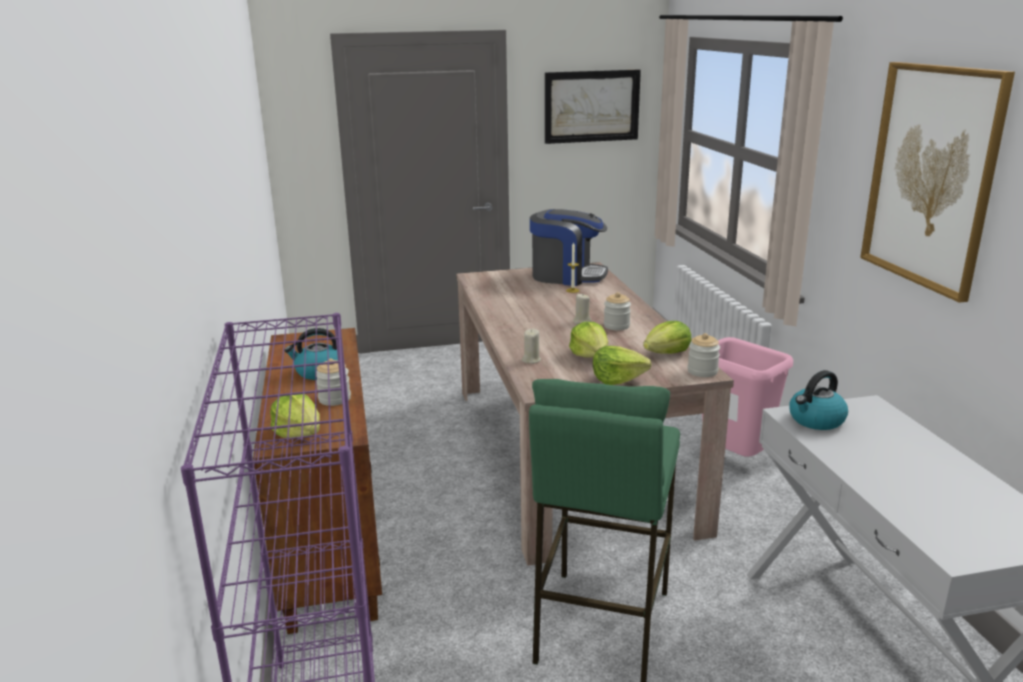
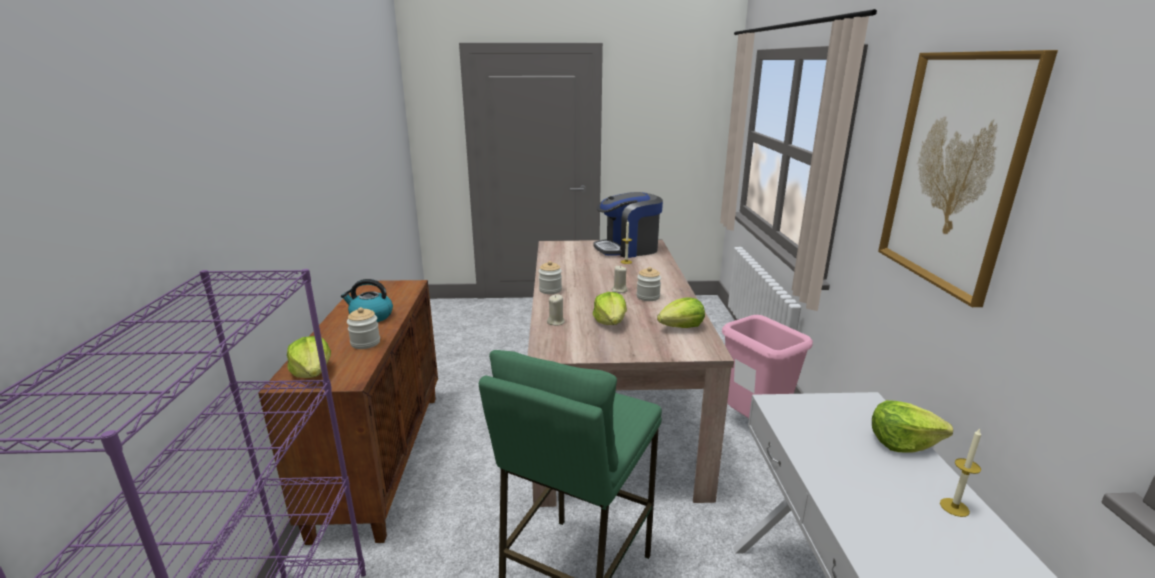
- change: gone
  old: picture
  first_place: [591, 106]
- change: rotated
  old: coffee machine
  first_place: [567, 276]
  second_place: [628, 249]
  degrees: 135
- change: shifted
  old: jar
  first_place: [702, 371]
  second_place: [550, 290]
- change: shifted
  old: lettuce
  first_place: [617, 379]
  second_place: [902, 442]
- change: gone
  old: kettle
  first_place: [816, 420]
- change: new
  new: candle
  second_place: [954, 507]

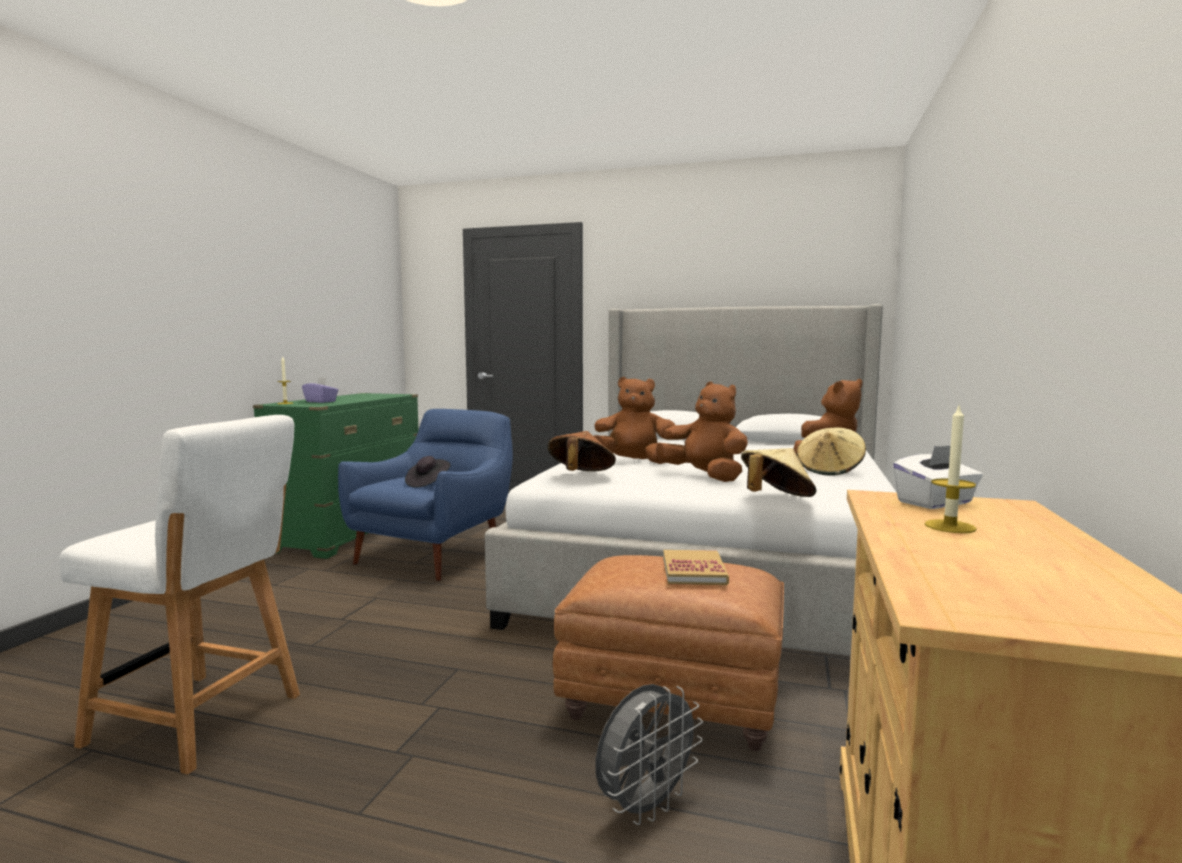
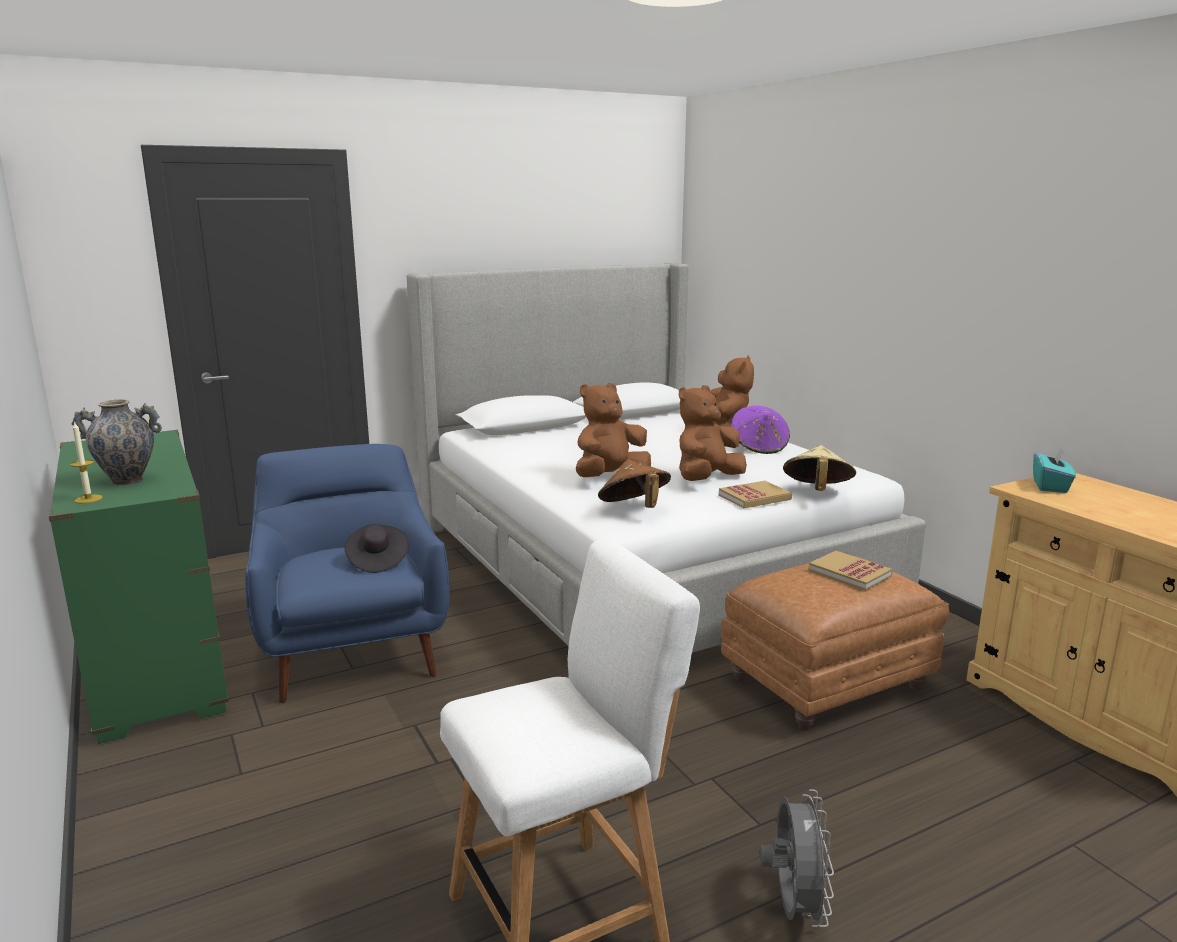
- change: swapped
  old: purple tissue box
  new: vase
  first_place: [321, 401]
  second_place: [127, 481]
- change: rotated
  old: brown plush toy
  first_place: [704, 477]
  second_place: [707, 479]
  degrees: -45
- change: gone
  old: candle
  first_place: [950, 526]
- change: repainted
  old: beige hat
  new: purple hat
  first_place: [830, 471]
  second_place: [759, 447]
- change: repainted
  old: white tissue box
  new: turquoise tissue box
  first_place: [935, 503]
  second_place: [1050, 486]
- change: shifted
  old: grey fan
  first_place: [645, 806]
  second_place: [793, 907]
- change: new
  new: book
  second_place: [754, 497]

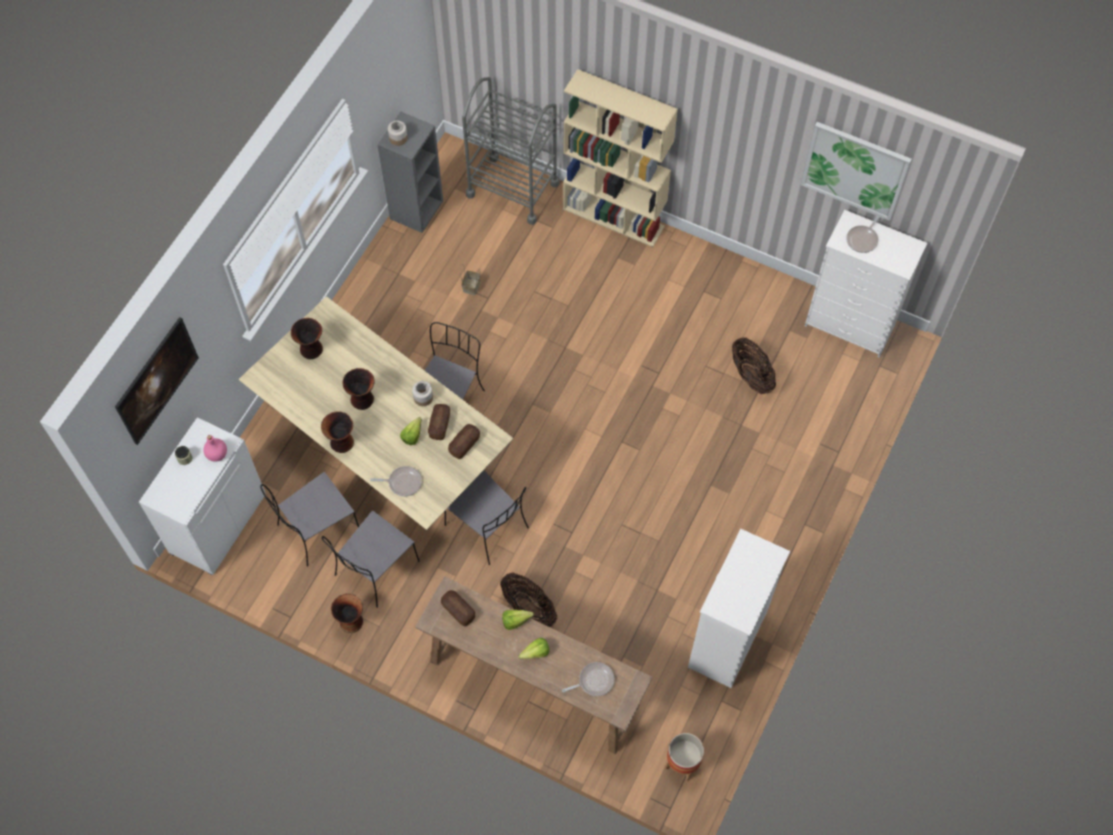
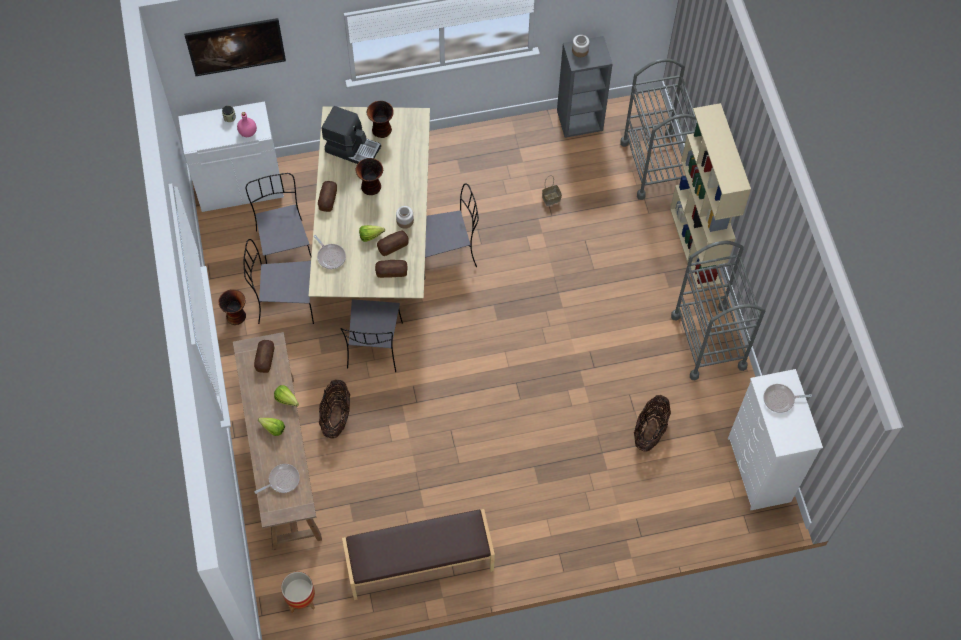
- change: gone
  old: picture
  first_place: [855, 170]
- change: swapped
  old: vase
  new: bread
  first_place: [341, 443]
  second_place: [328, 199]
- change: rotated
  old: grey chair
  first_place: [317, 529]
  second_place: [284, 246]
  degrees: 60
- change: swapped
  old: white dresser
  new: brown bench
  first_place: [726, 640]
  second_place: [419, 563]
- change: rotated
  old: frying pan
  first_place: [594, 681]
  second_place: [282, 480]
  degrees: -60
- change: new
  new: coffee machine
  second_place: [352, 148]
- change: new
  new: grey cart
  second_place: [708, 341]

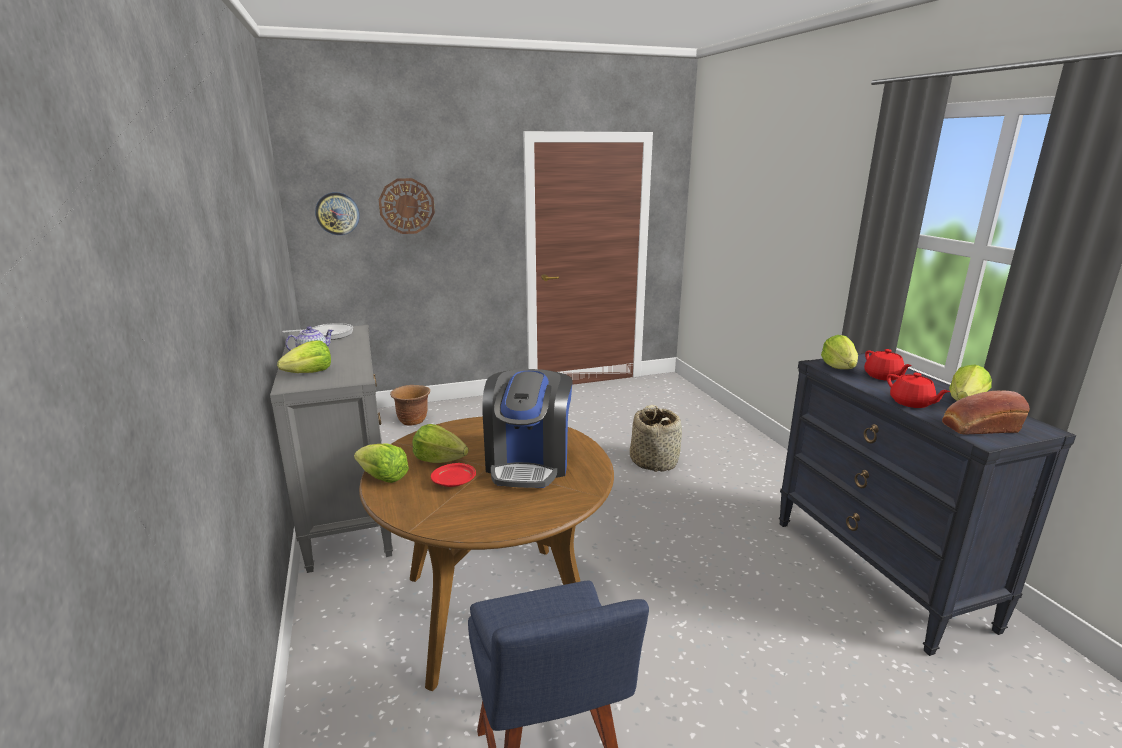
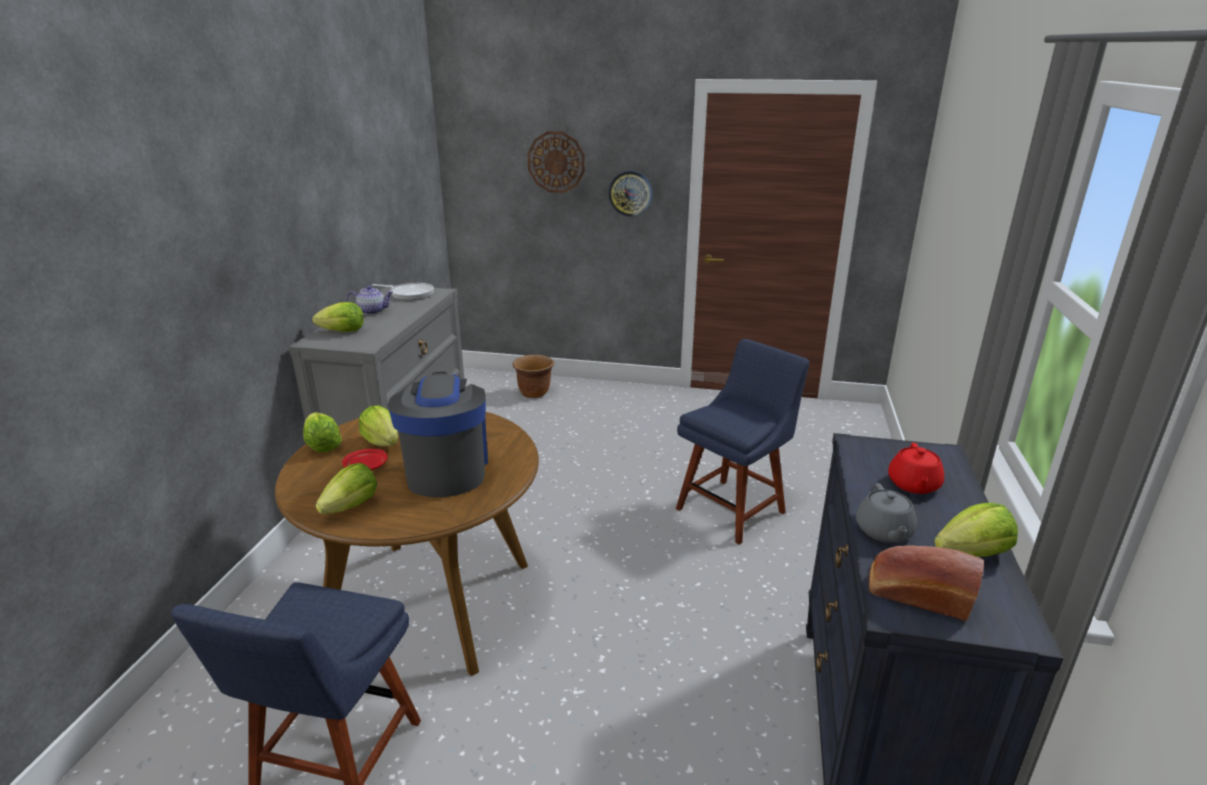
- change: shifted
  old: wall clock
  first_place: [337, 213]
  second_place: [630, 193]
- change: shifted
  old: lettuce
  first_place: [839, 368]
  second_place: [351, 506]
- change: rotated
  old: coffee machine
  first_place: [528, 463]
  second_place: [446, 469]
  degrees: 135
- change: repainted
  old: red teapot
  new: grey teapot
  first_place: [911, 403]
  second_place: [883, 531]
- change: swapped
  old: basket
  new: blue chair
  first_place: [654, 461]
  second_place: [734, 508]

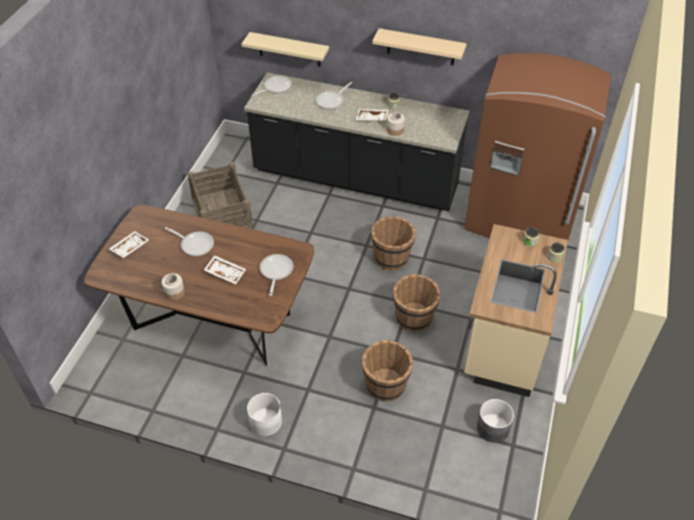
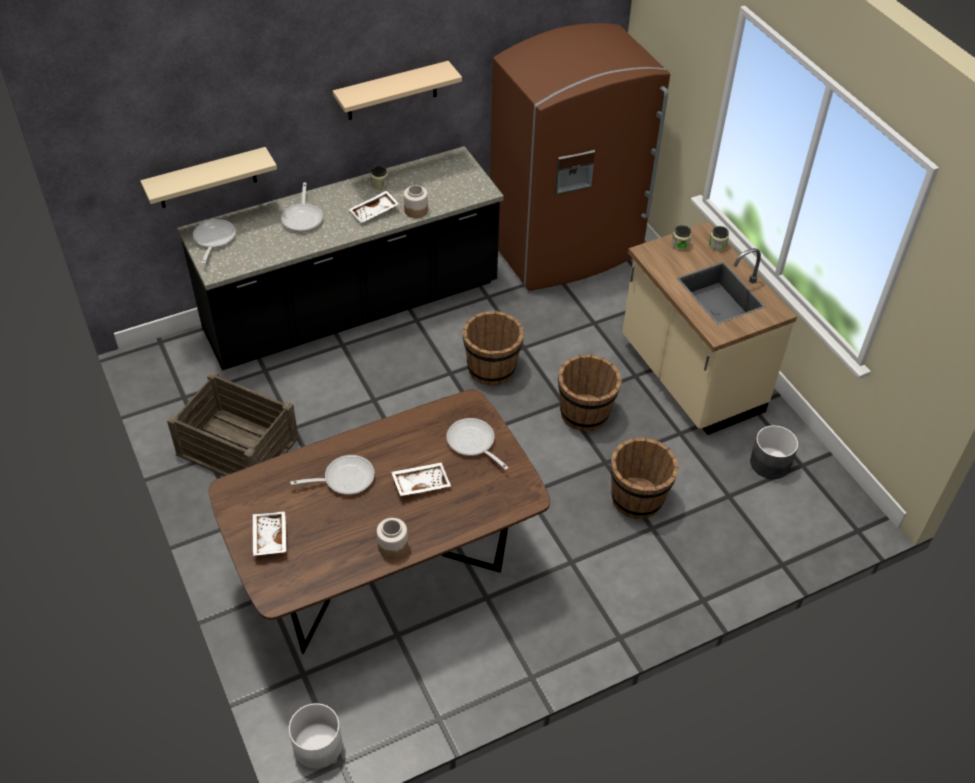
- change: shifted
  old: white planter
  first_place: [266, 422]
  second_place: [318, 745]

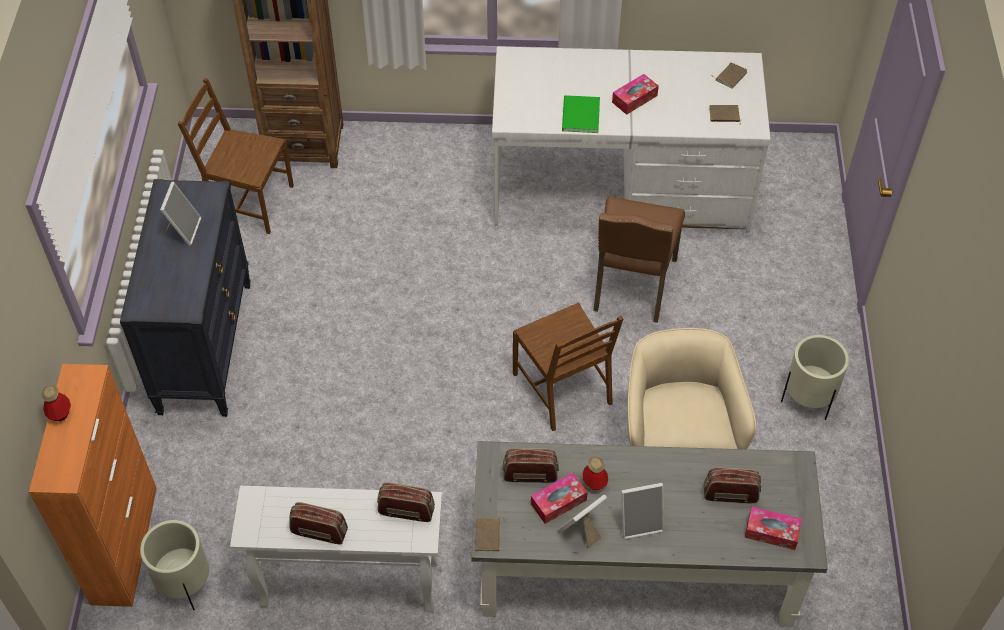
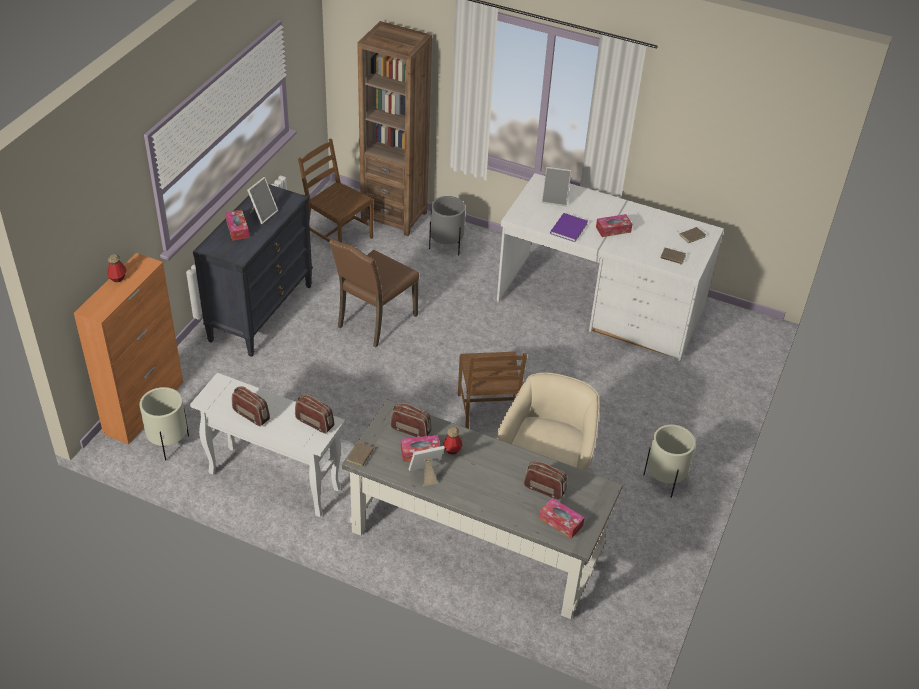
- change: repainted
  old: green book
  new: purple book
  first_place: [579, 116]
  second_place: [567, 229]
- change: shifted
  old: brown chair
  first_place: [632, 286]
  second_place: [374, 321]
- change: shifted
  old: picture frame
  first_place: [640, 522]
  second_place: [555, 199]
- change: new
  new: grey planter
  second_place: [446, 246]
- change: new
  new: tissue box
  second_place: [237, 229]

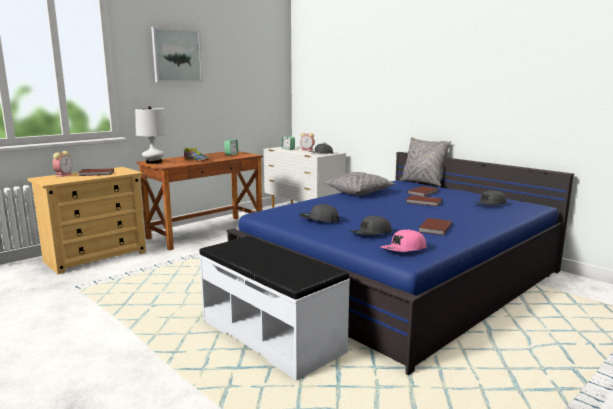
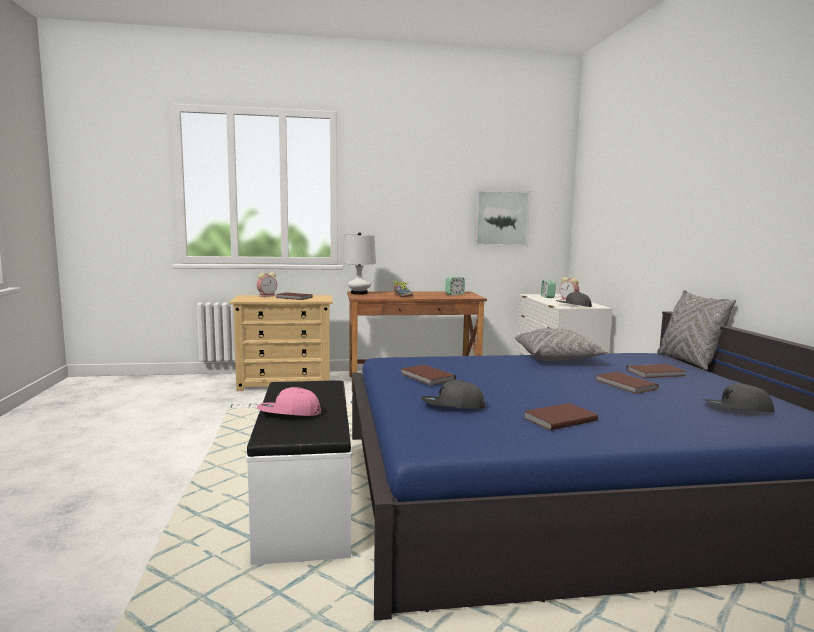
- change: shifted
  old: picture
  first_place: [177, 55]
  second_place: [501, 218]
- change: swapped
  old: grey cap
  new: brown book
  first_place: [319, 220]
  second_place: [427, 377]
- change: shifted
  old: pink cap
  first_place: [404, 250]
  second_place: [289, 413]

